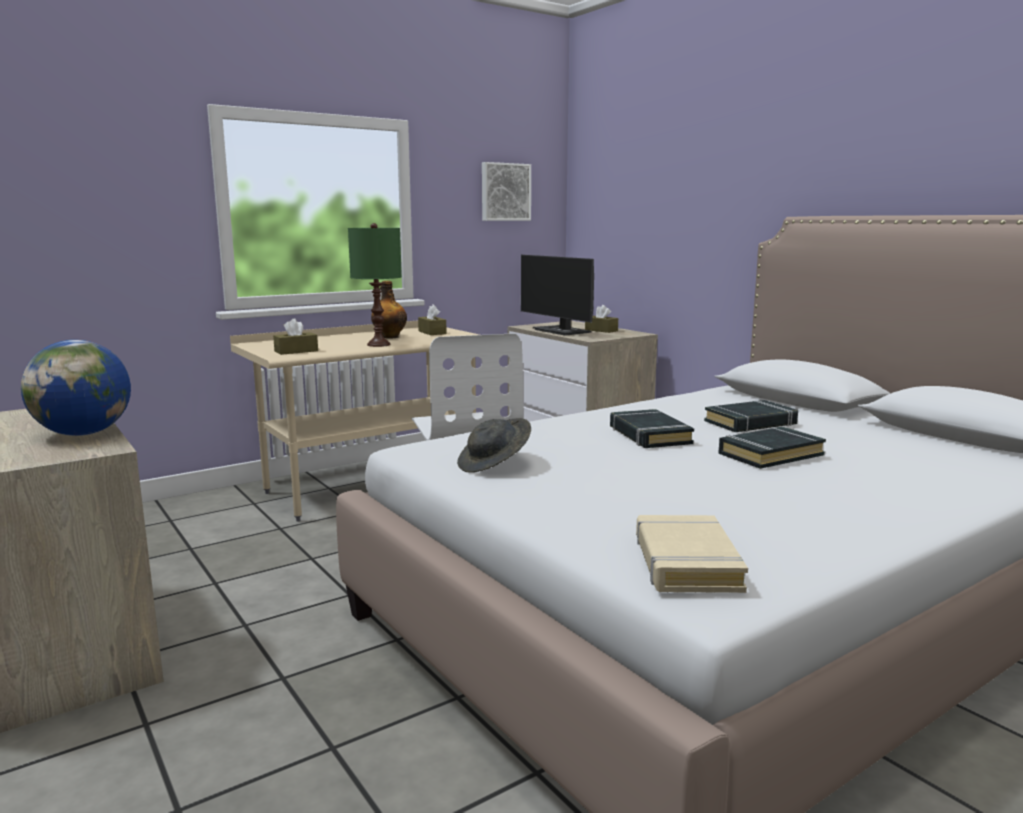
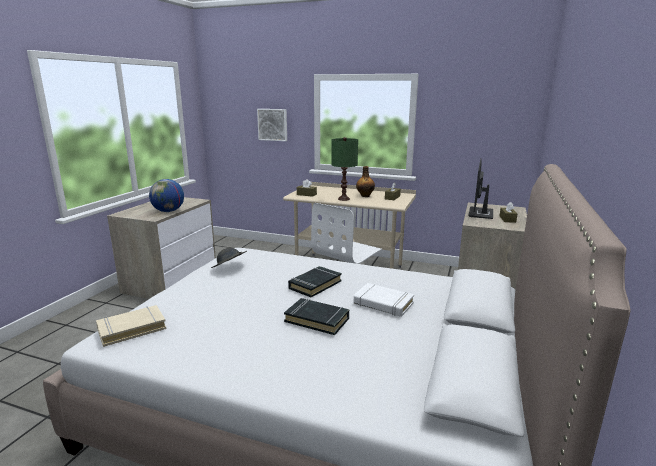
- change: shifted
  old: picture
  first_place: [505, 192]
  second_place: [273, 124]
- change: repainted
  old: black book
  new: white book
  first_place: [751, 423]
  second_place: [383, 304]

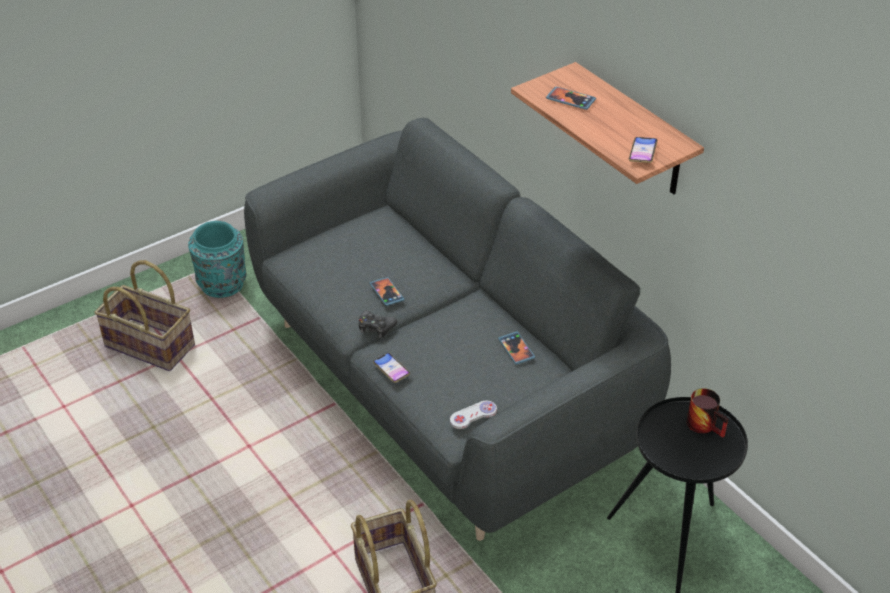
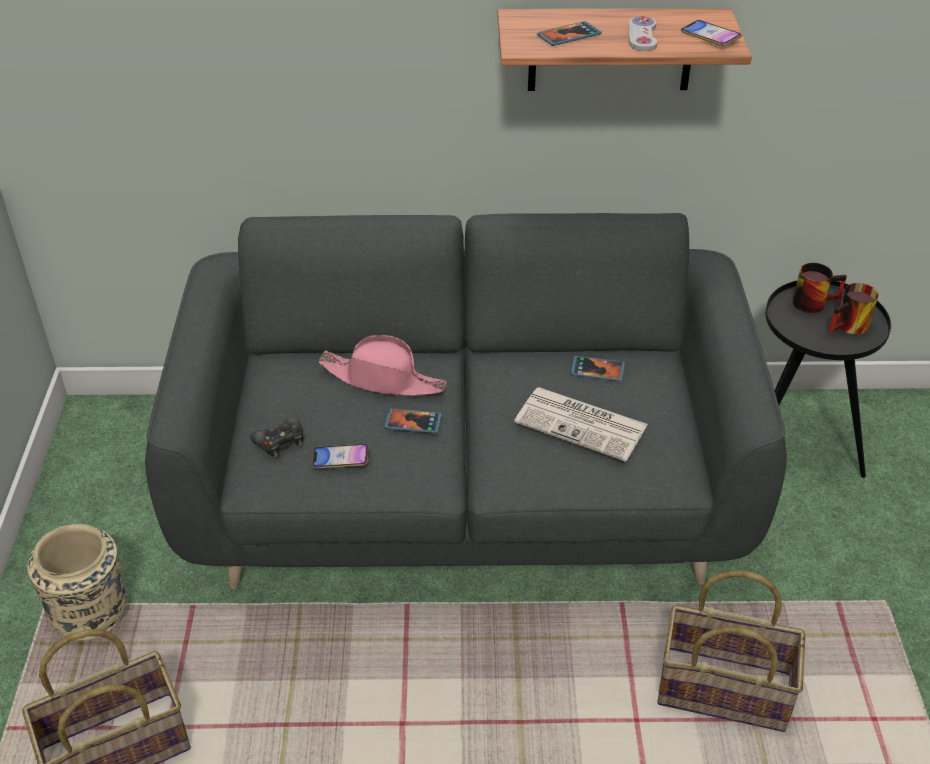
- change: repainted
  old: turquoise vase
  new: beige vase
  first_place: [222, 285]
  second_place: [92, 615]
- change: shifted
  old: black game controller
  first_place: [376, 327]
  second_place: [280, 441]
- change: shifted
  old: phone
  first_place: [391, 369]
  second_place: [340, 459]
- change: shifted
  old: white game controller
  first_place: [473, 416]
  second_place: [642, 36]
- change: new
  new: mug
  second_place: [850, 328]
- change: new
  new: pink hat
  second_place: [383, 379]
- change: new
  new: newspaper
  second_place: [583, 424]

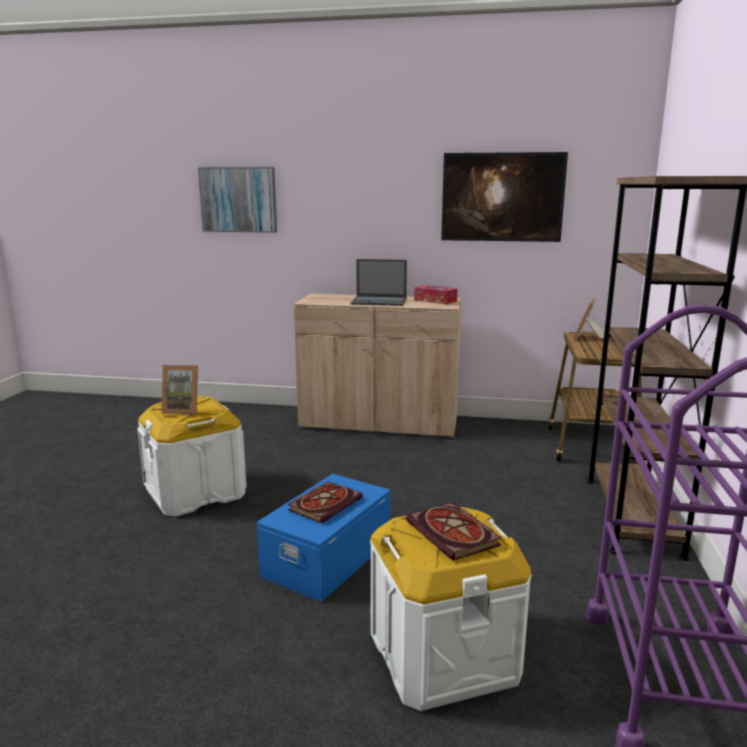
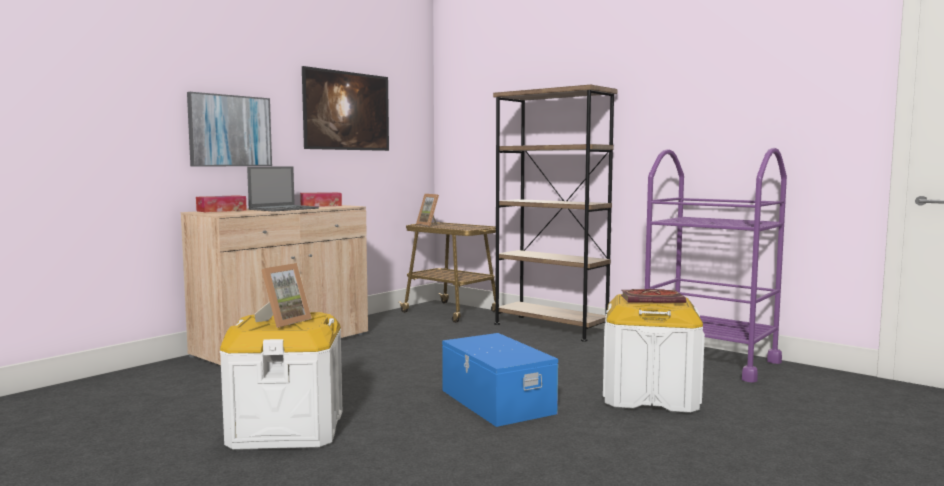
- change: shifted
  old: picture
  first_place: [238, 200]
  second_place: [230, 131]
- change: gone
  old: book
  first_place: [325, 503]
- change: new
  new: tissue box
  second_place: [221, 210]

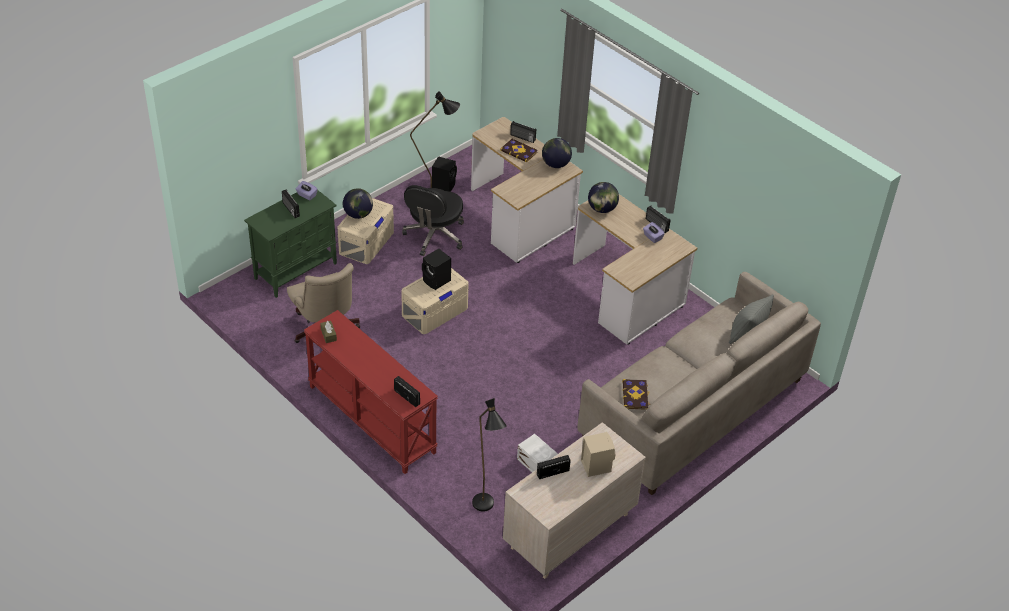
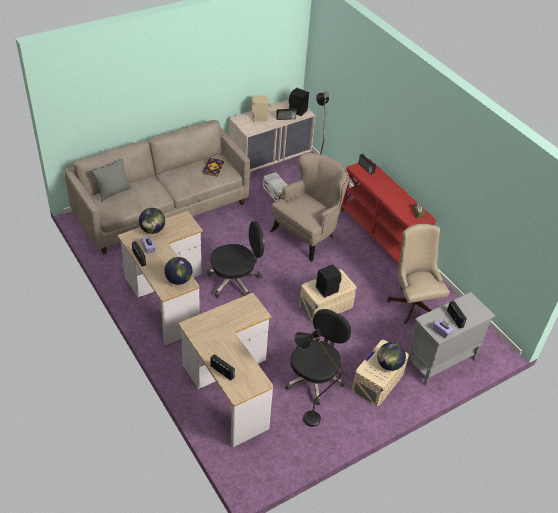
- change: shifted
  old: globe
  first_place: [555, 164]
  second_place: [152, 230]
- change: gone
  old: book
  first_place: [519, 151]
- change: shifted
  old: black speaker
  first_place: [444, 185]
  second_place: [297, 111]
- change: repainted
  old: green cabinet
  new: grey cabinet
  first_place: [296, 270]
  second_place: [440, 362]
- change: new
  new: beige armchair
  second_place: [307, 235]
- change: new
  new: black office chair
  second_place: [235, 281]

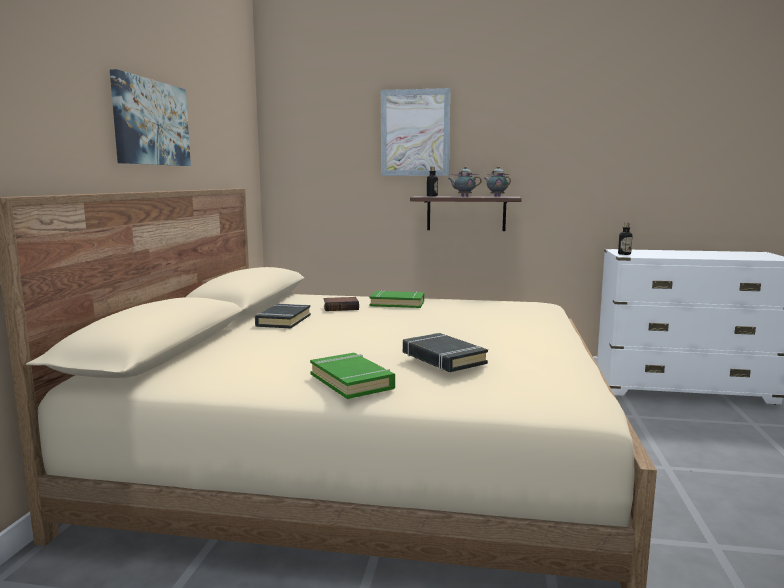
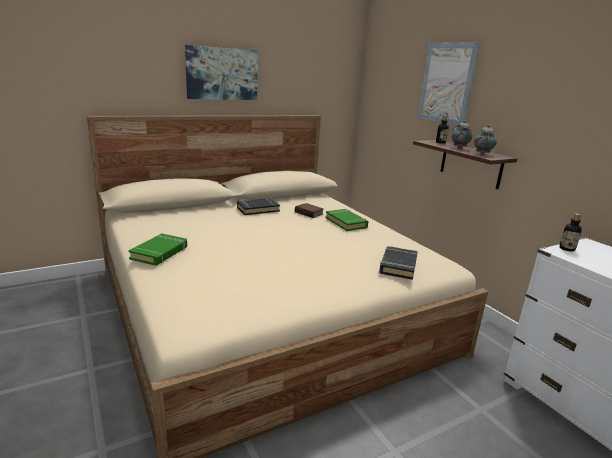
- change: shifted
  old: black book
  first_place: [443, 358]
  second_place: [398, 266]

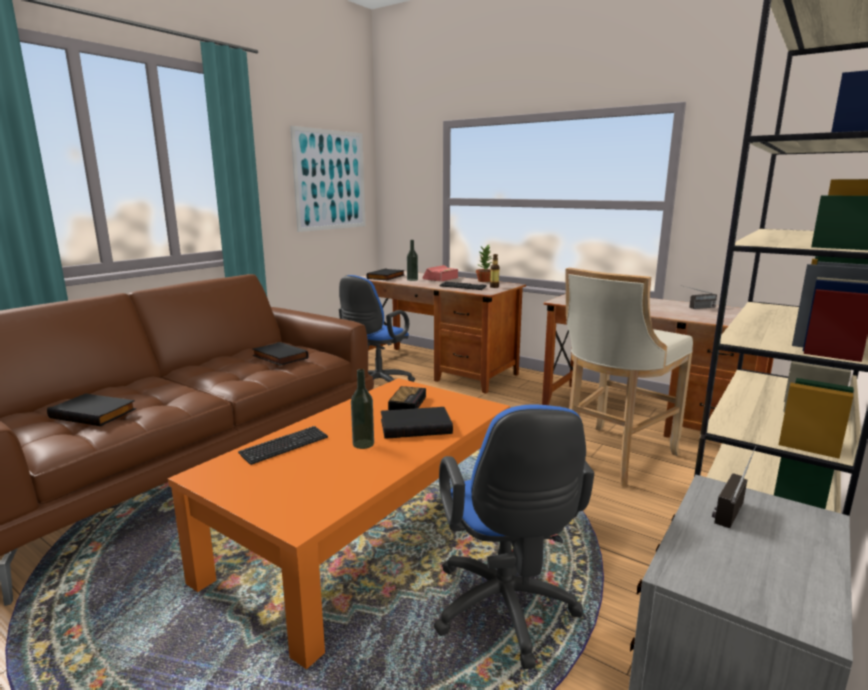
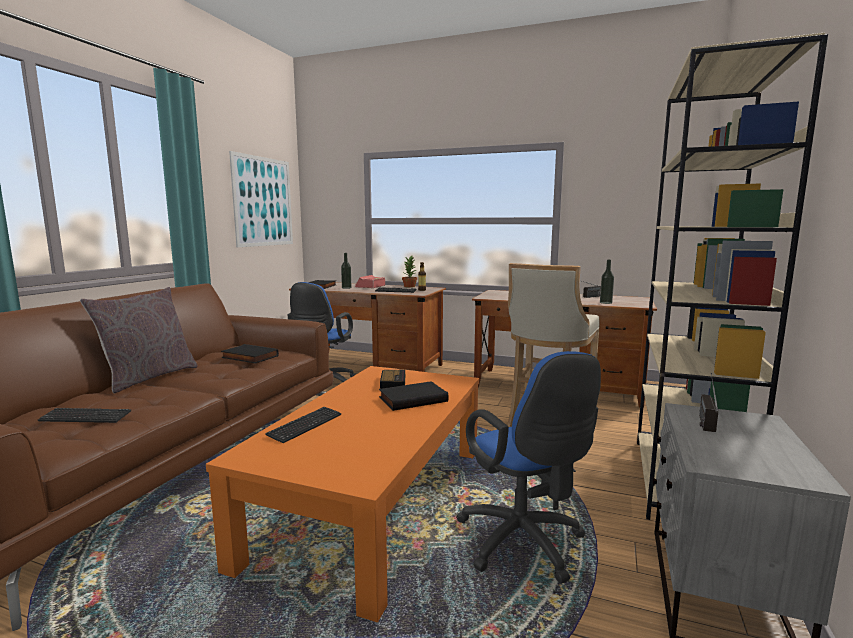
- change: shifted
  old: bottle
  first_place: [363, 444]
  second_place: [605, 303]
- change: swapped
  old: black book
  new: keyboard
  first_place: [95, 413]
  second_place: [85, 417]
- change: new
  new: grey pillow
  second_place: [148, 377]

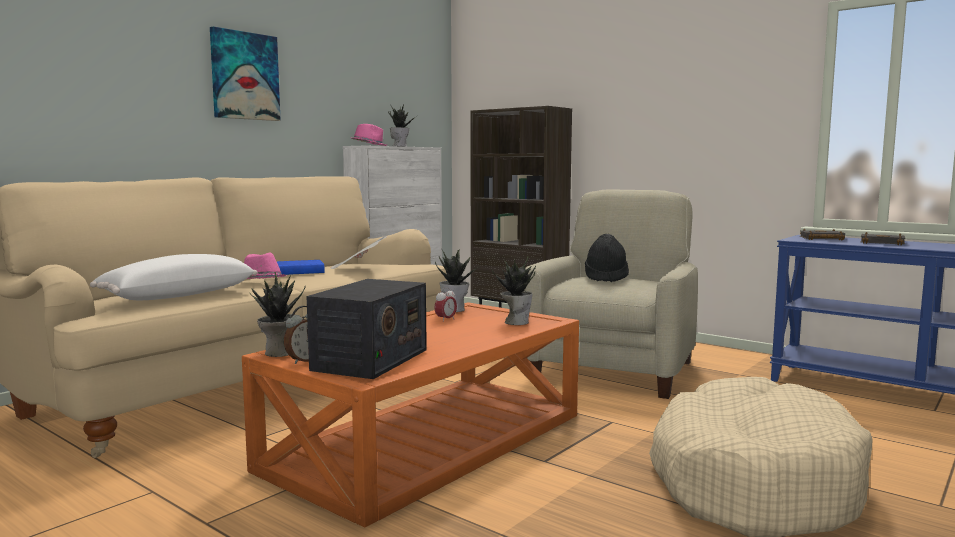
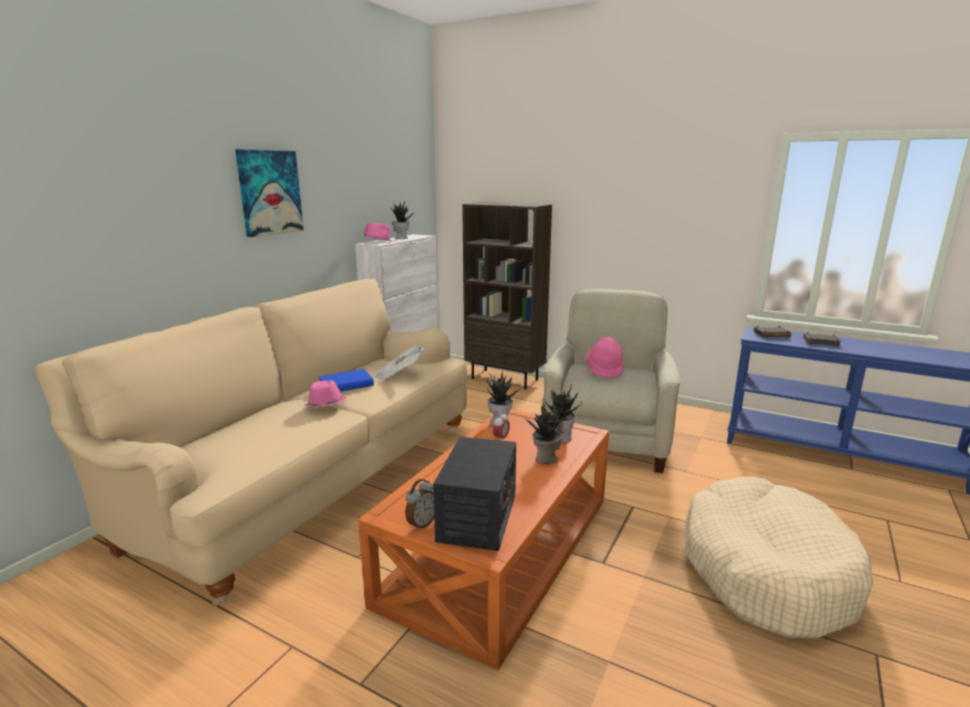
- change: repainted
  old: black hat
  new: pink hat
  first_place: [606, 278]
  second_place: [604, 370]
- change: gone
  old: white pillow
  first_place: [178, 295]
- change: shifted
  old: potted plant
  first_place: [278, 353]
  second_place: [545, 459]

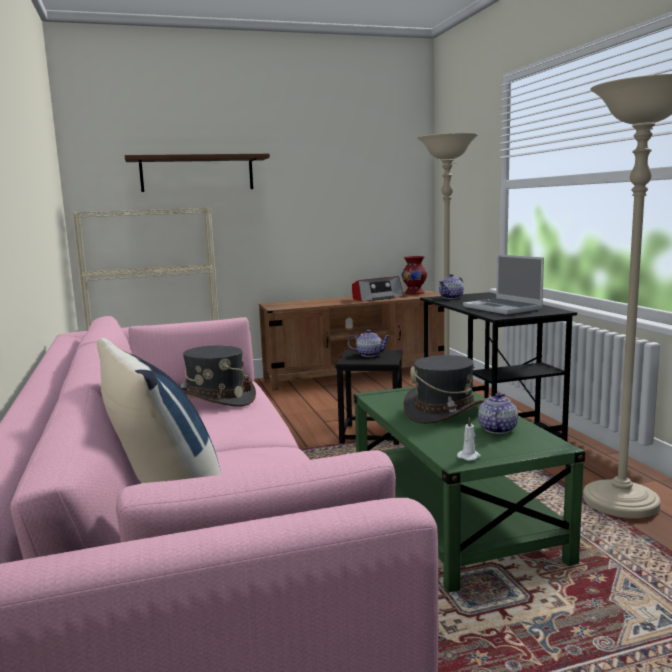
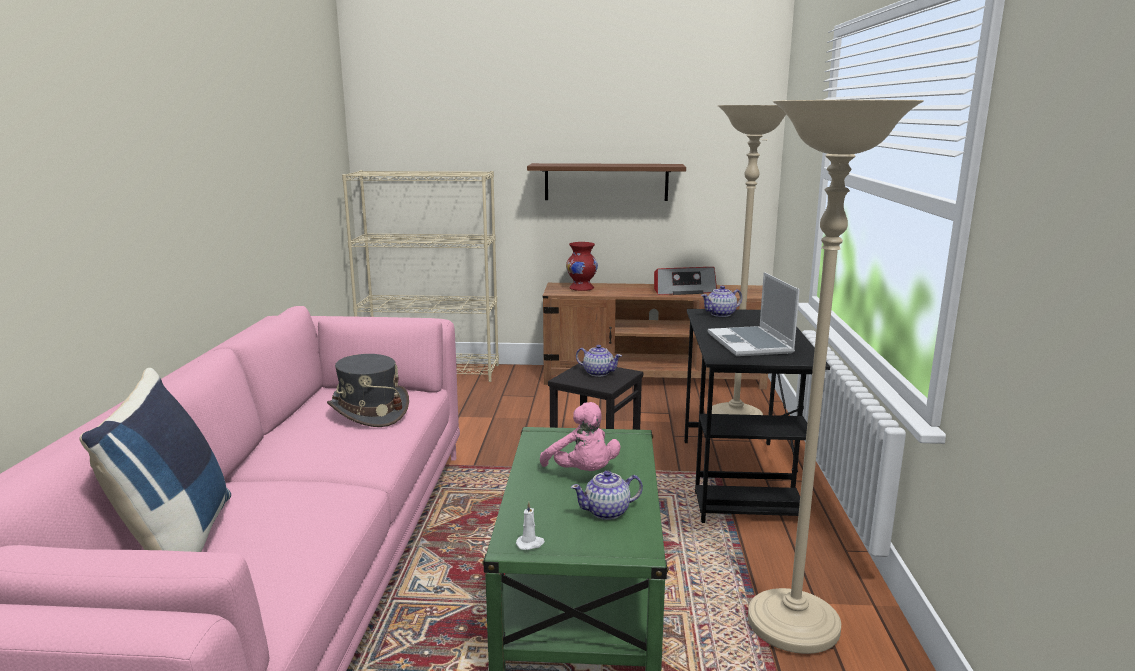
- change: shifted
  old: brown shelf
  first_place: [197, 173]
  second_place: [606, 182]
- change: shifted
  old: red vase
  first_place: [414, 293]
  second_place: [582, 288]
- change: swapped
  old: grey hat
  new: pink plush toy
  first_place: [444, 411]
  second_place: [582, 473]
- change: rotated
  old: teapot
  first_place: [497, 429]
  second_place: [607, 512]
  degrees: -150

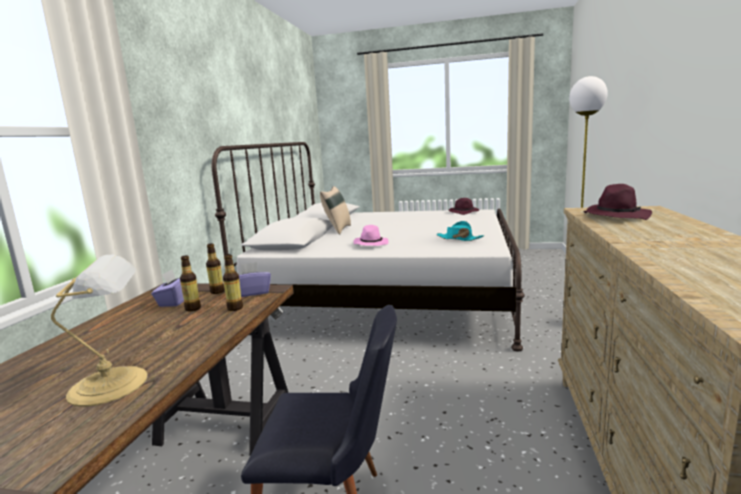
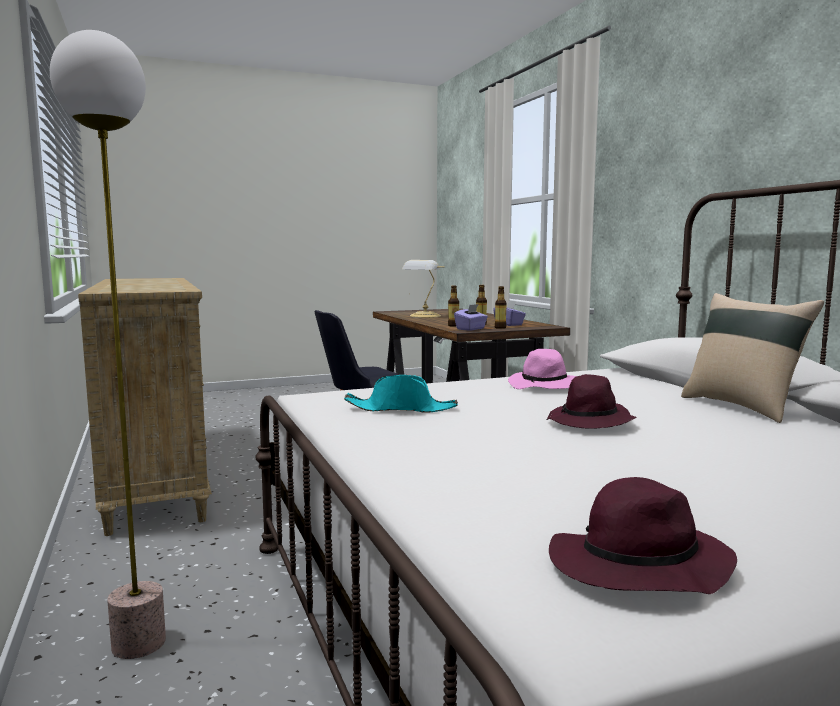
- change: shifted
  old: purple hat
  first_place: [616, 216]
  second_place: [590, 422]

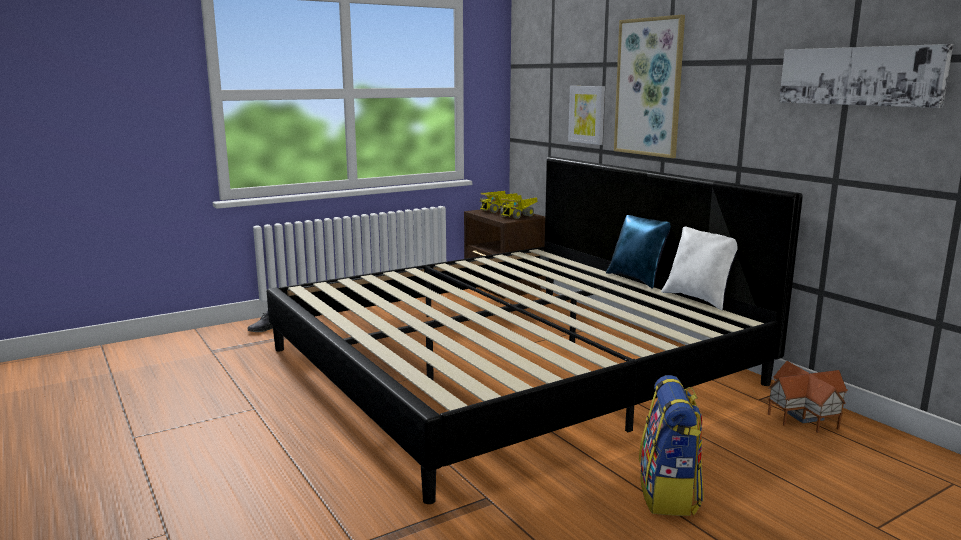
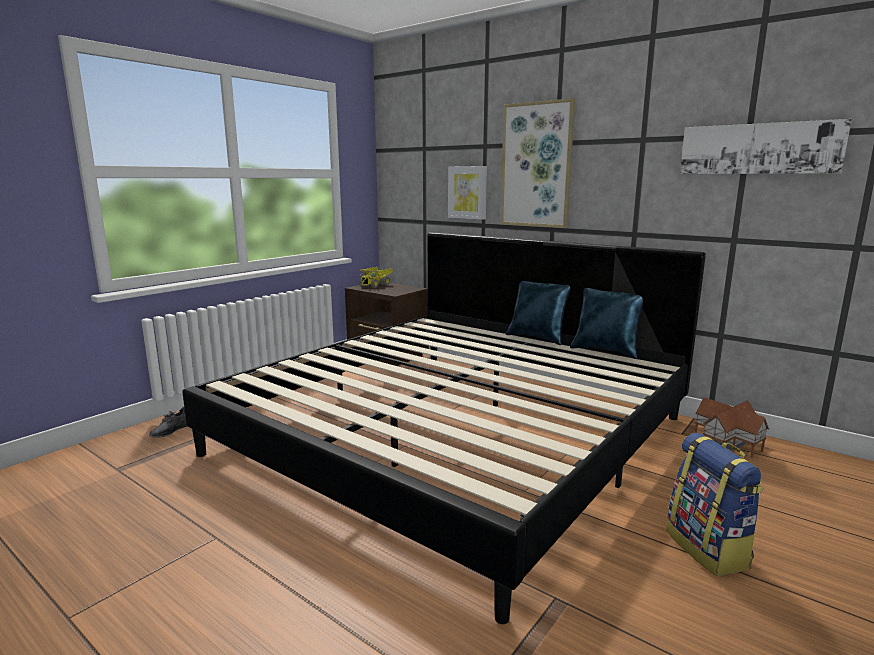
- change: gone
  old: toy truck
  first_place: [518, 216]
- change: repainted
  old: white pillow
  new: blue pillow
  first_place: [699, 299]
  second_place: [606, 351]

